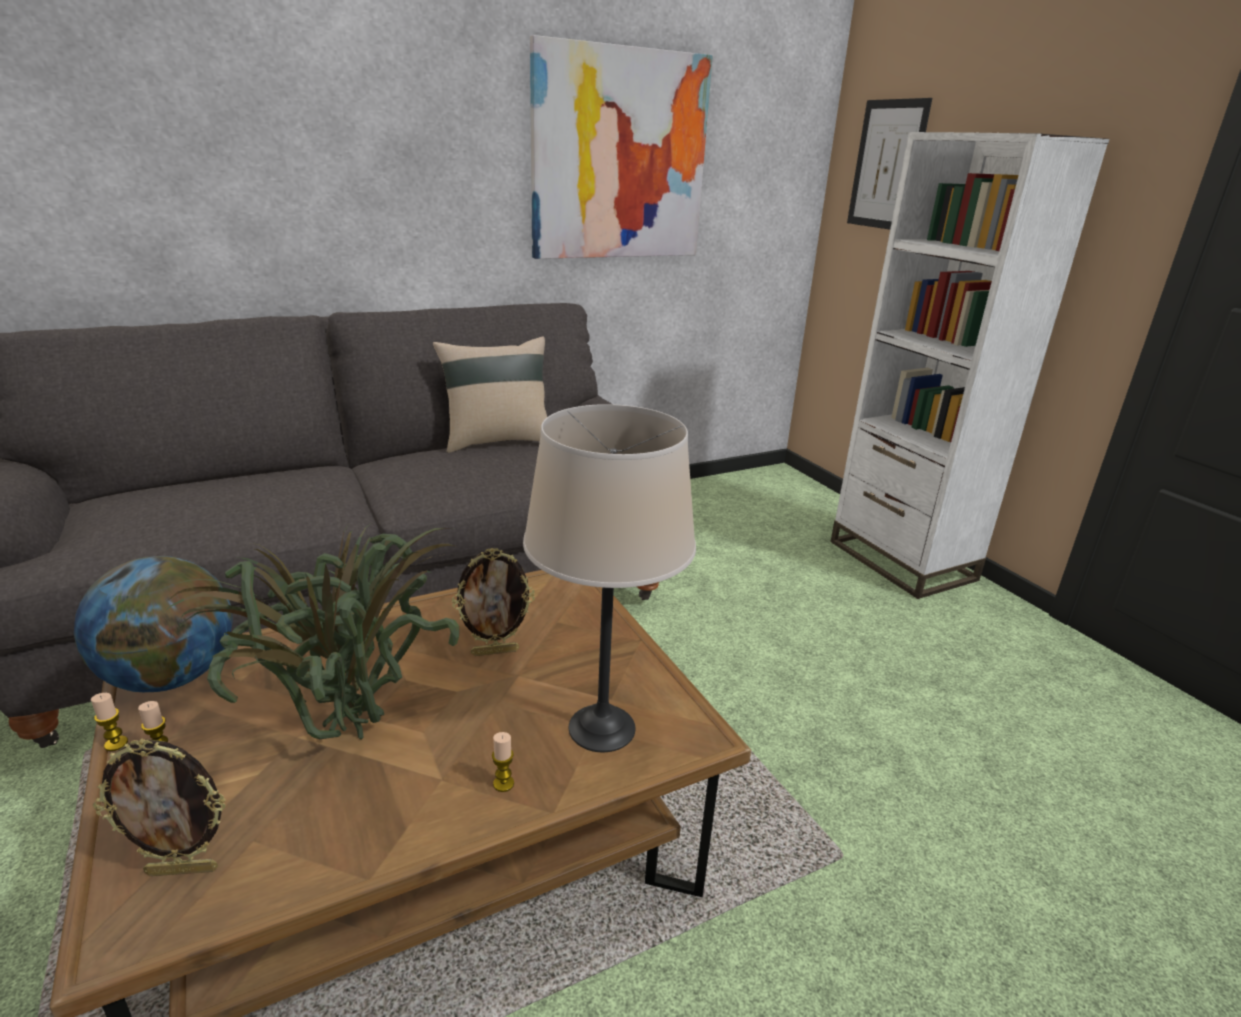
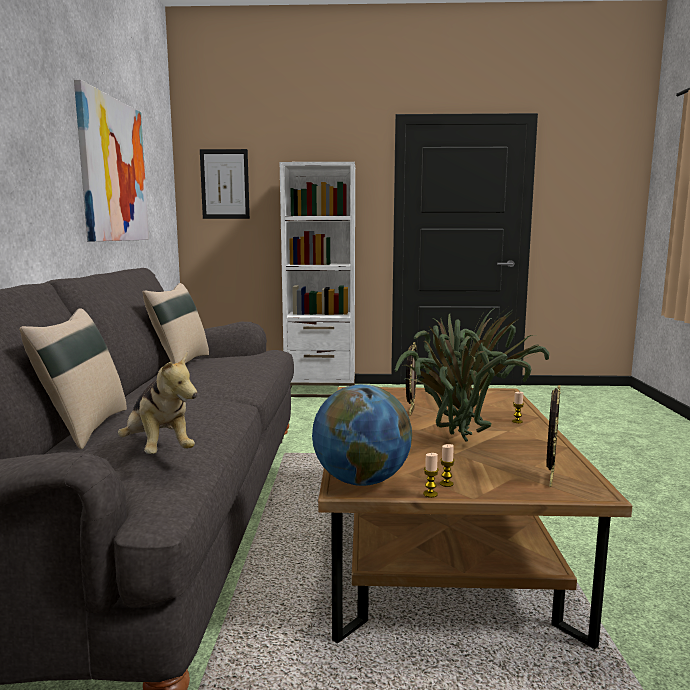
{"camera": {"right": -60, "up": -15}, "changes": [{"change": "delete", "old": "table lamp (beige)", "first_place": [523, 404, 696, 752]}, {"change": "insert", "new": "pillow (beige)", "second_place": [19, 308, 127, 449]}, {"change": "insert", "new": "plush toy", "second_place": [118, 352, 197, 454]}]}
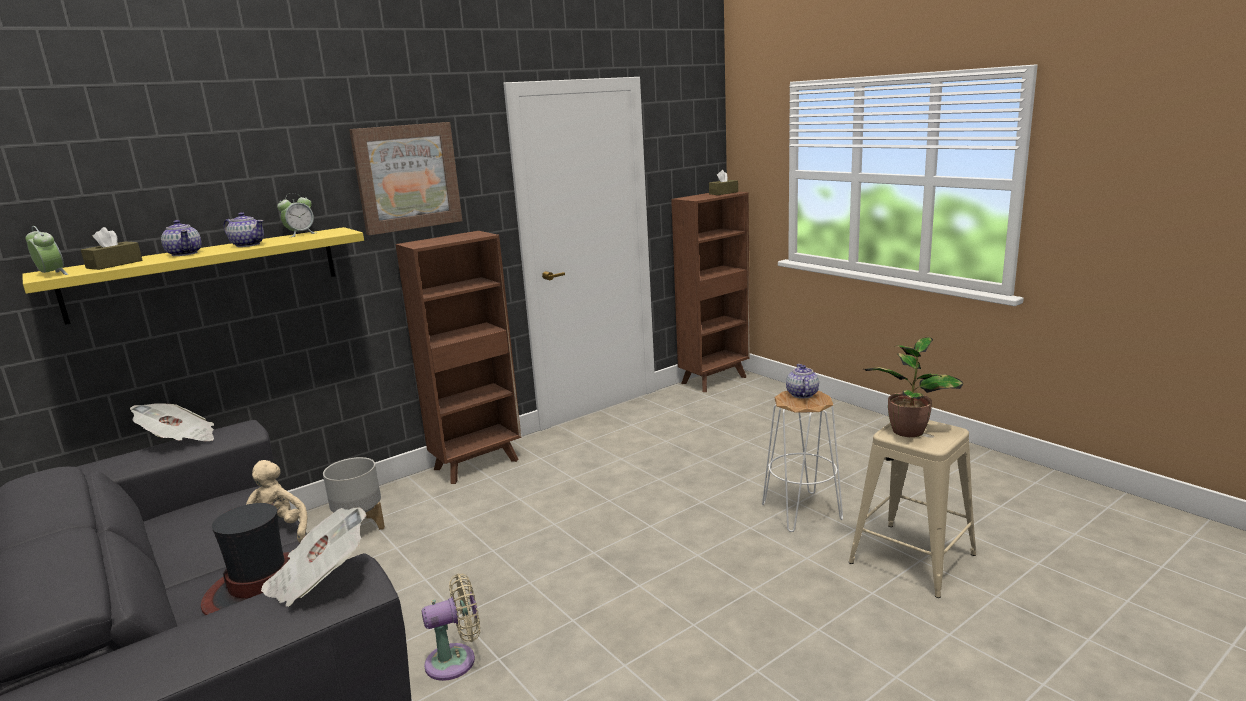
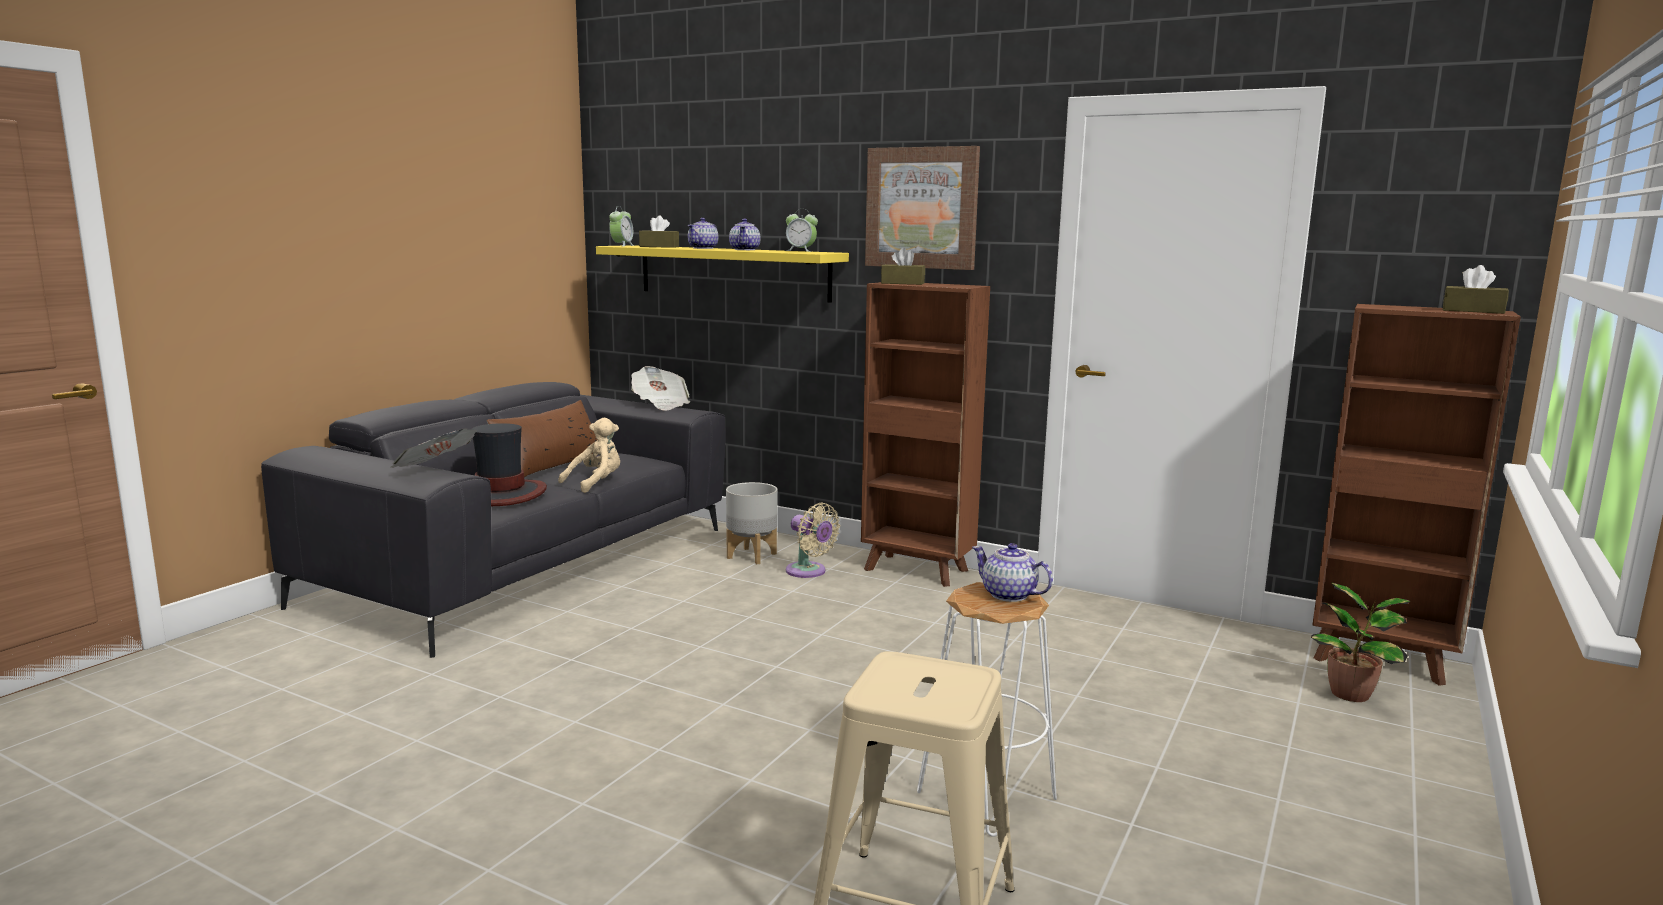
{"camera": {"right": 65, "up": -5}, "changes": [{"change": "insert", "new": "pillow (brown)", "second_place": [487, 400, 597, 477]}, {"change": "insert", "new": "tissue box (brown)", "second_place": [881, 248, 925, 285]}, {"change": "move", "old": "fan (beige)", "first_place": [422, 574, 480, 681], "second_place": [786, 503, 840, 578]}, {"change": "move", "old": "potted plant", "first_place": [864, 337, 963, 437], "second_place": [1311, 583, 1410, 702]}, {"change": "rotate", "old": "teapot", "first_place": [786, 364, 819, 398], "second_place": [972, 543, 1053, 602], "degrees": -120}]}
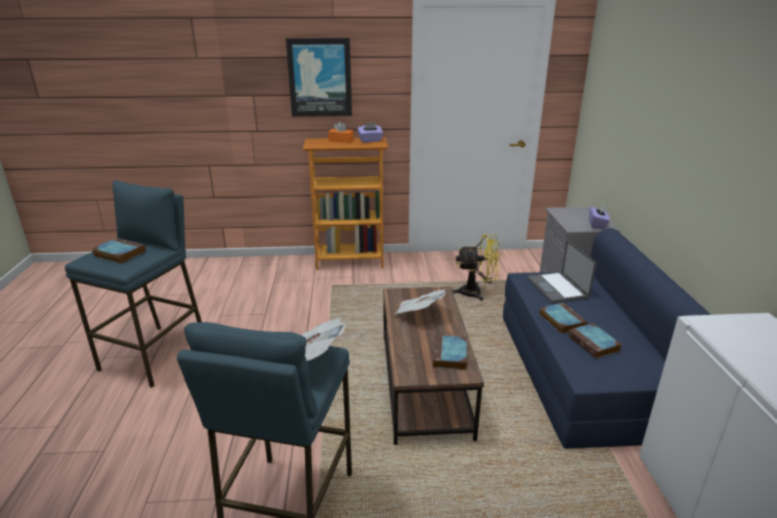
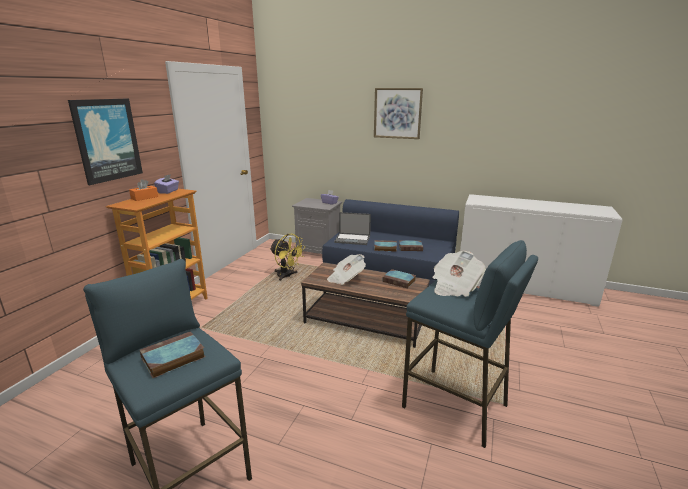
{"camera": {"right": -65, "up": -5}, "changes": [{"change": "insert", "new": "picture", "second_place": [374, 88, 423, 139]}, {"change": "rotate", "old": "fan (yellow)", "first_place": [452, 234, 501, 301], "second_place": [270, 234, 306, 281], "degrees": 105}]}
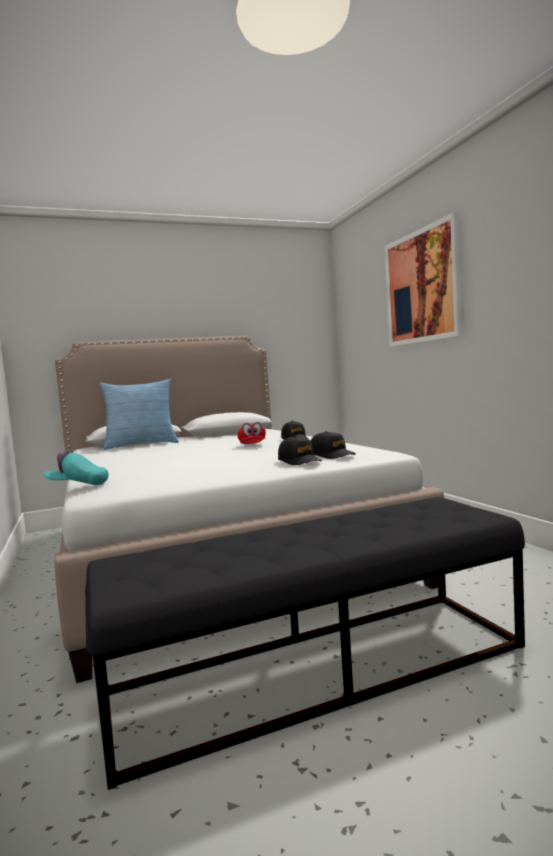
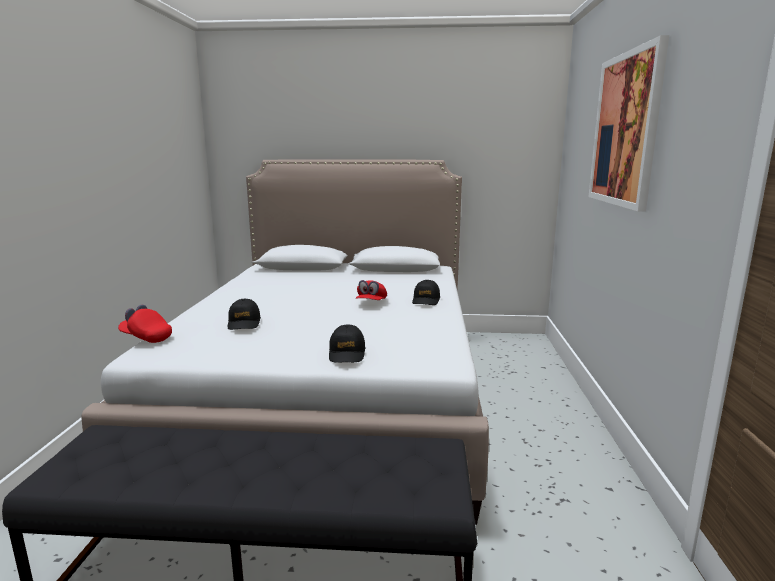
{"camera": {"right": 25, "up": 10}, "changes": [{"change": "delete", "old": "pillow", "first_place": [99, 379, 179, 450]}, {"change": "move", "old": "cap (black)", "first_place": [311, 431, 356, 459], "second_place": [228, 299, 261, 330]}, {"change": "recolor", "old": "cap (turquoise)", "new": "cap (red)", "first_place": [43, 451, 109, 485], "second_place": [118, 305, 172, 343]}]}
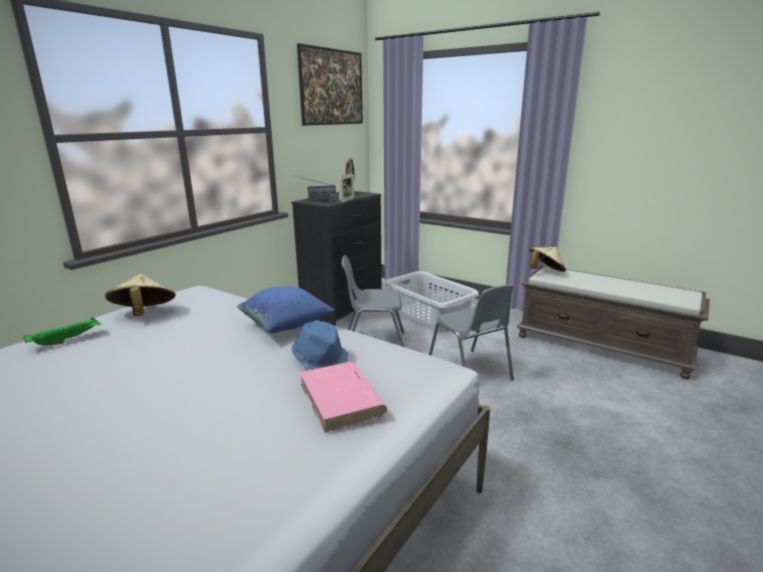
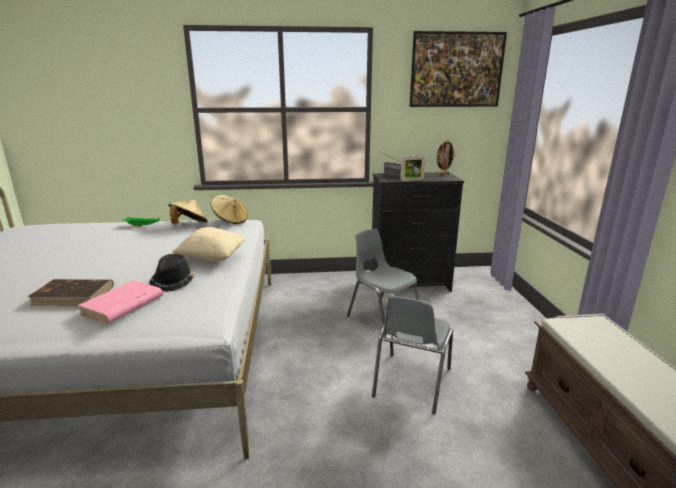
{"camera": {"right": 50, "up": 0}, "changes": [{"change": "delete", "old": "laundry basket (grey)", "first_place": [384, 271, 479, 332]}, {"change": "insert", "new": "book (brown)", "second_place": [28, 279, 114, 305]}, {"change": "move", "old": "hat (beige)", "first_place": [529, 247, 566, 272], "second_place": [211, 195, 248, 224]}, {"change": "recolor", "old": "pillow (blue)", "new": "pillow (beige)", "first_place": [237, 286, 335, 333], "second_place": [172, 227, 245, 261]}, {"change": "recolor", "old": "hat (blue)", "new": "hat (black)", "first_place": [292, 321, 348, 370], "second_place": [149, 254, 195, 292]}]}
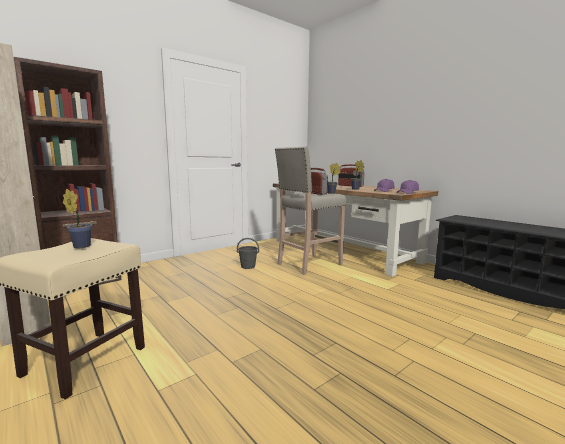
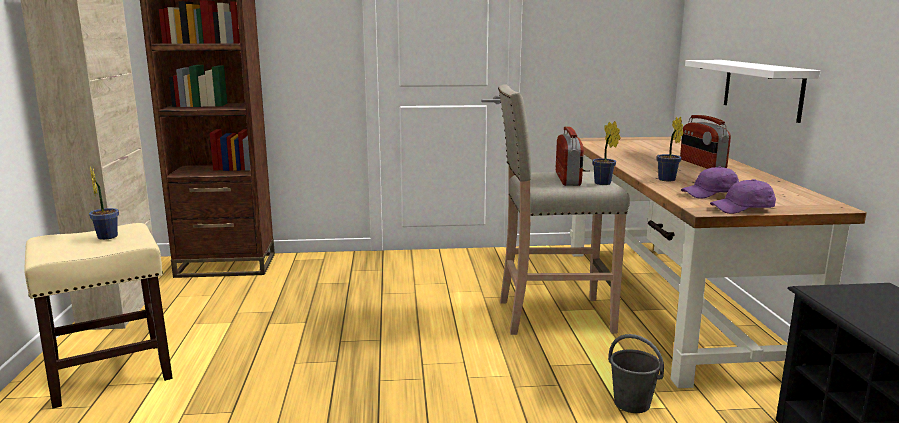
{"camera": {"right": 35, "up": 5}, "changes": [{"change": "insert", "new": "shelf (white)", "second_place": [685, 60, 821, 123]}, {"change": "move", "old": "bucket (grey)", "first_place": [237, 238, 259, 269], "second_place": [608, 334, 664, 413]}]}
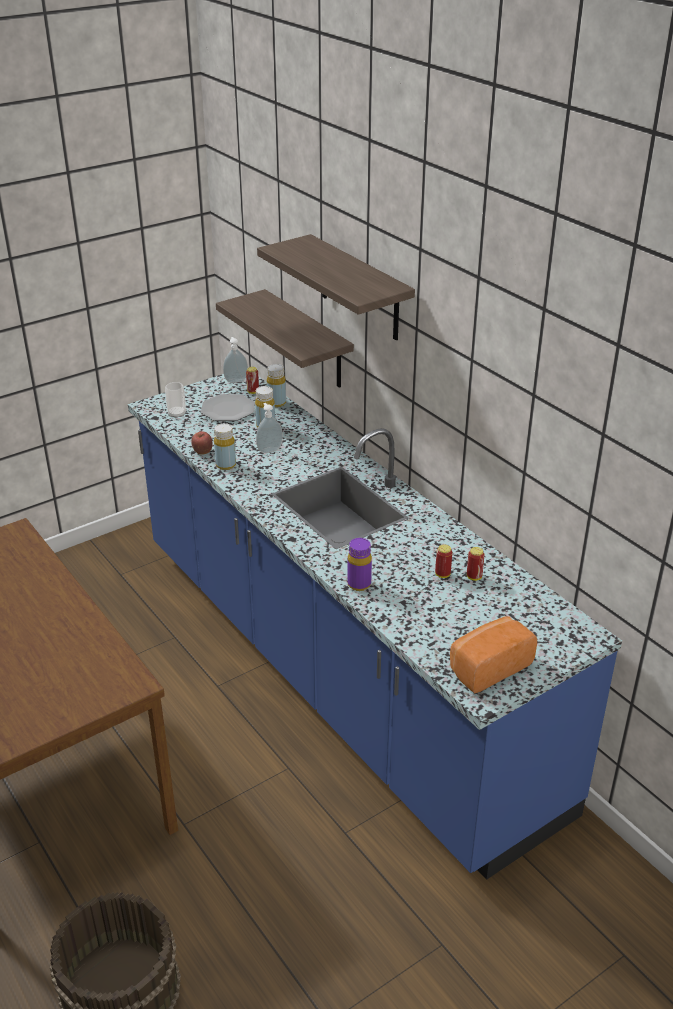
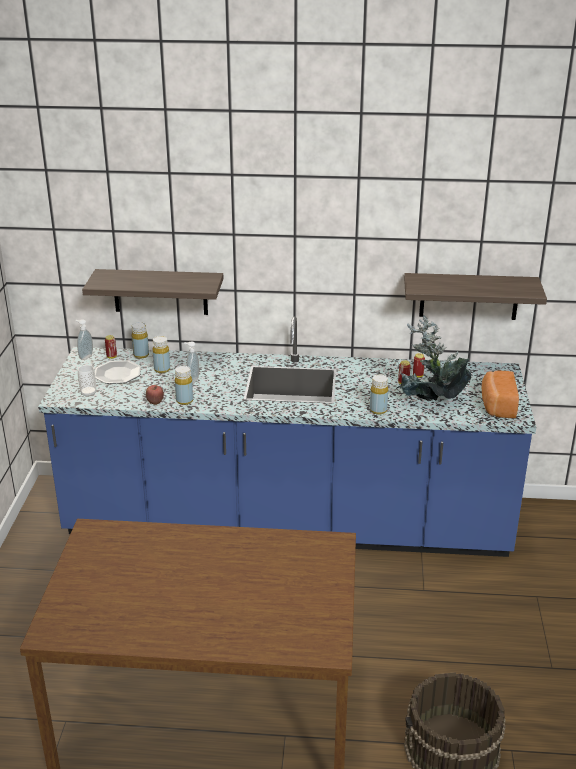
{"camera": {"right": -50, "up": -5}, "changes": [{"change": "insert", "new": "potted plant", "second_place": [396, 315, 472, 401]}, {"change": "move", "old": "shelf", "first_place": [257, 234, 415, 340], "second_place": [404, 273, 547, 320]}, {"change": "recolor", "old": "bottle (purple)", "new": "bottle (yellow)", "first_place": [347, 538, 372, 591], "second_place": [370, 374, 388, 415]}]}
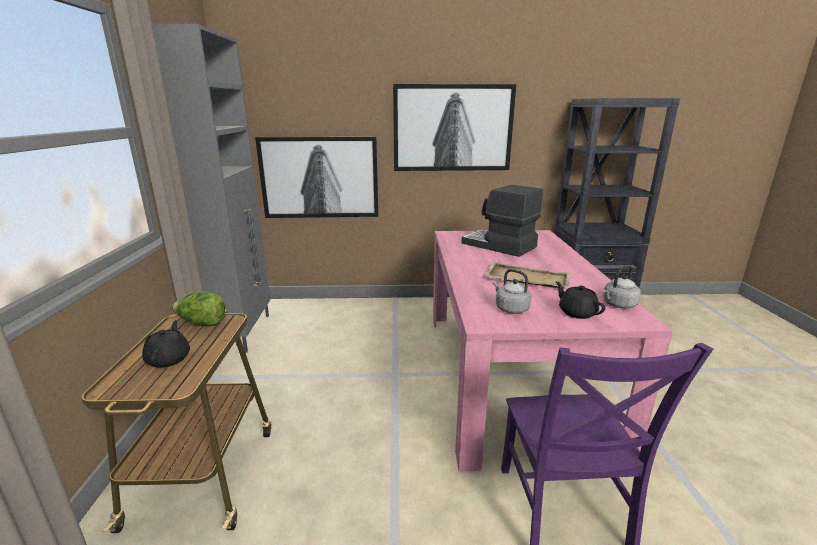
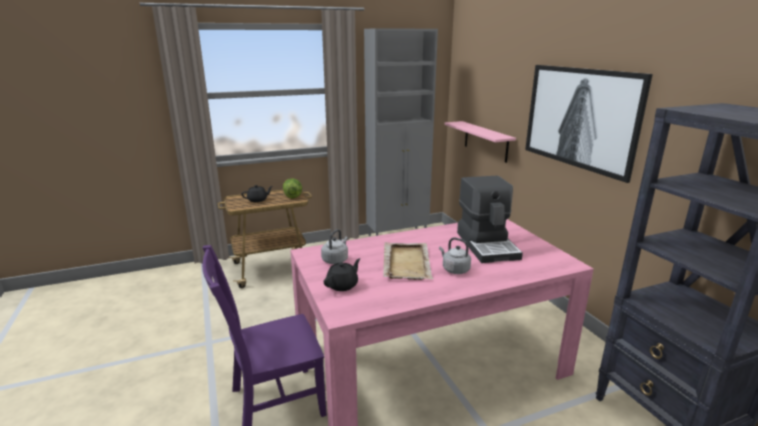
{"camera": {"right": 70, "up": 0}, "changes": [{"change": "move", "old": "kettle (grey)", "first_place": [603, 265, 641, 309], "second_place": [439, 237, 471, 274]}, {"change": "replace", "old": "picture", "new": "shelf (pink)", "first_place": [255, 137, 378, 218], "second_place": [444, 121, 516, 163]}, {"change": "rotate", "old": "coffee machine", "first_place": [461, 185, 543, 257], "second_place": [457, 176, 523, 263], "degrees": 150}]}
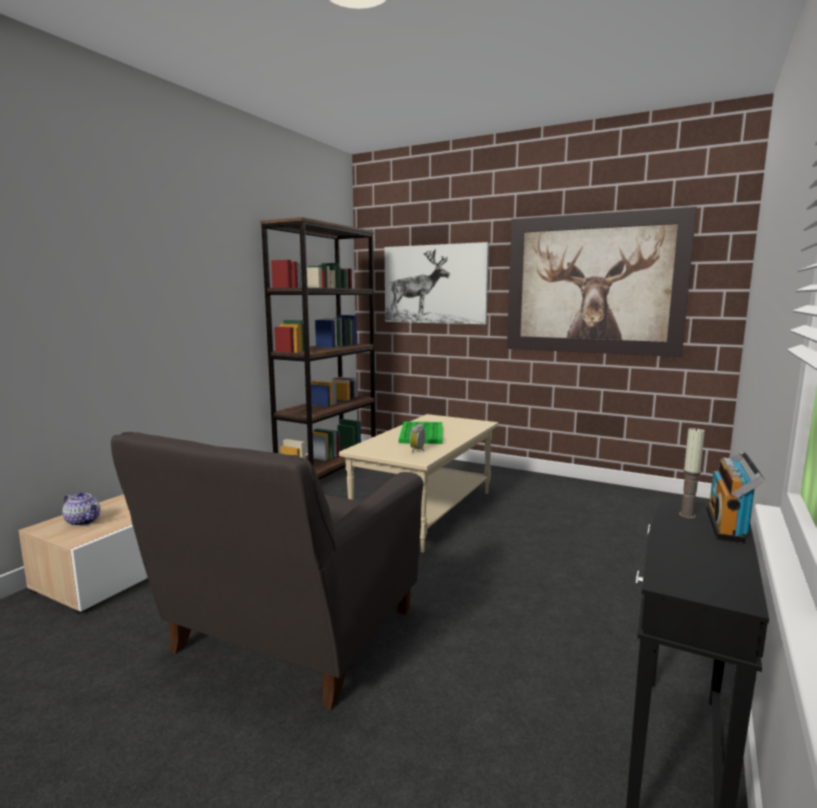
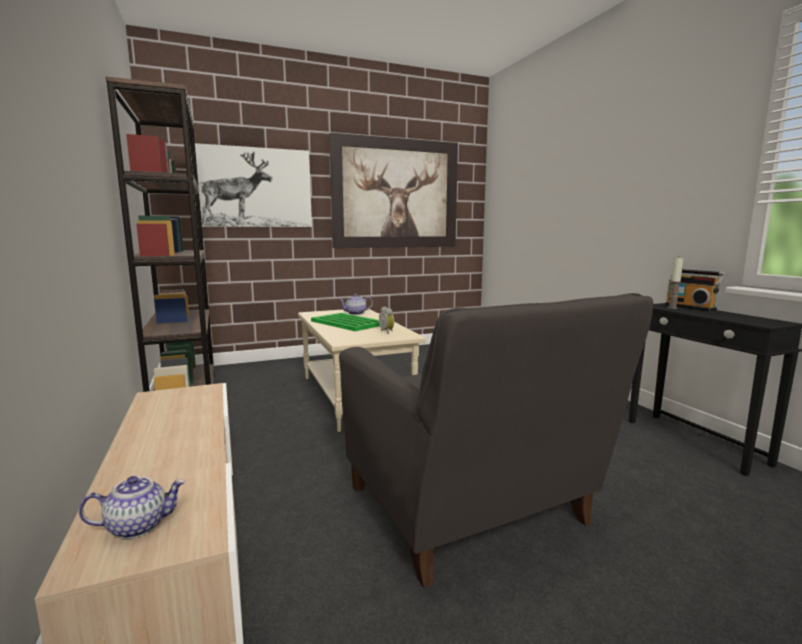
{"camera": {"right": -50, "up": 0}, "changes": [{"change": "insert", "new": "teapot", "second_place": [338, 293, 373, 315]}]}
